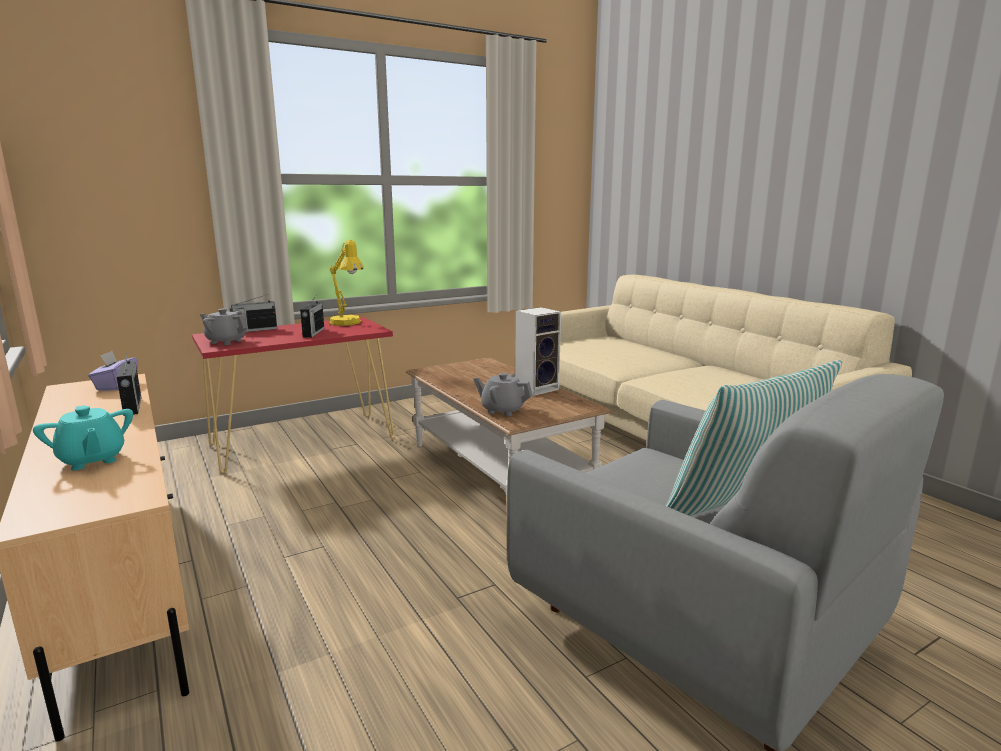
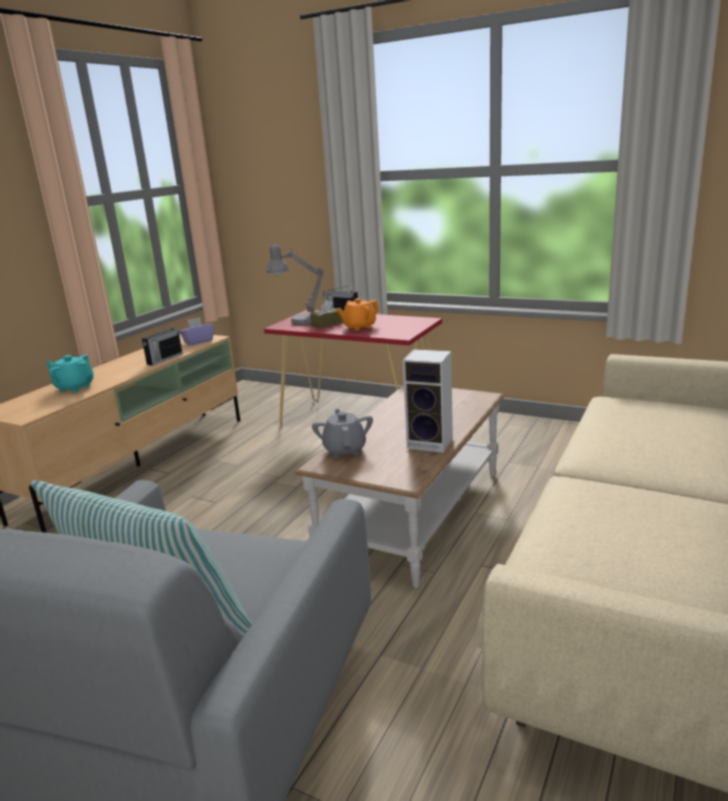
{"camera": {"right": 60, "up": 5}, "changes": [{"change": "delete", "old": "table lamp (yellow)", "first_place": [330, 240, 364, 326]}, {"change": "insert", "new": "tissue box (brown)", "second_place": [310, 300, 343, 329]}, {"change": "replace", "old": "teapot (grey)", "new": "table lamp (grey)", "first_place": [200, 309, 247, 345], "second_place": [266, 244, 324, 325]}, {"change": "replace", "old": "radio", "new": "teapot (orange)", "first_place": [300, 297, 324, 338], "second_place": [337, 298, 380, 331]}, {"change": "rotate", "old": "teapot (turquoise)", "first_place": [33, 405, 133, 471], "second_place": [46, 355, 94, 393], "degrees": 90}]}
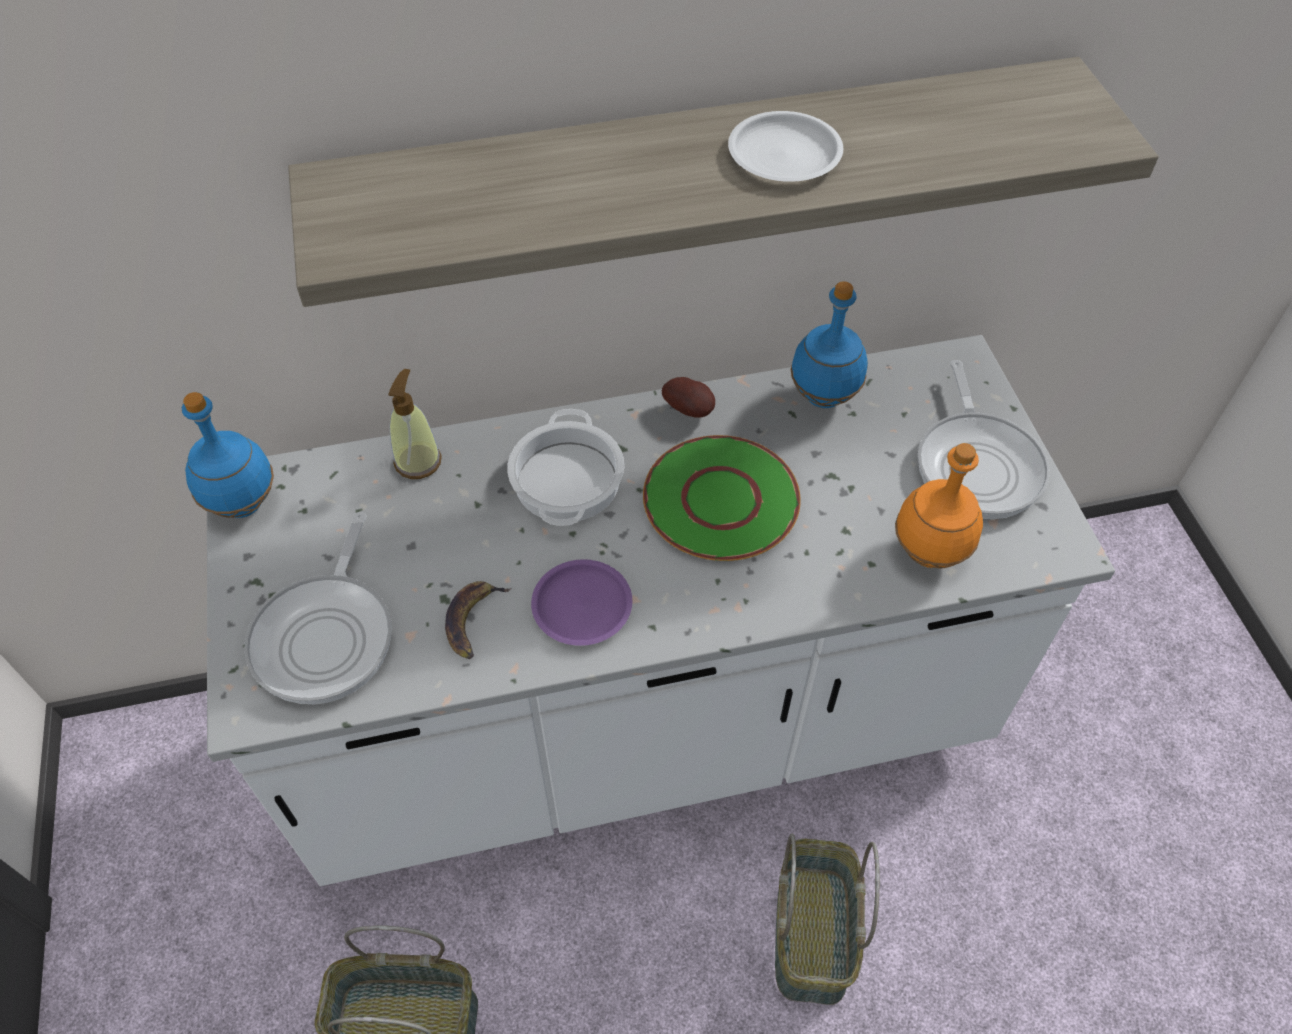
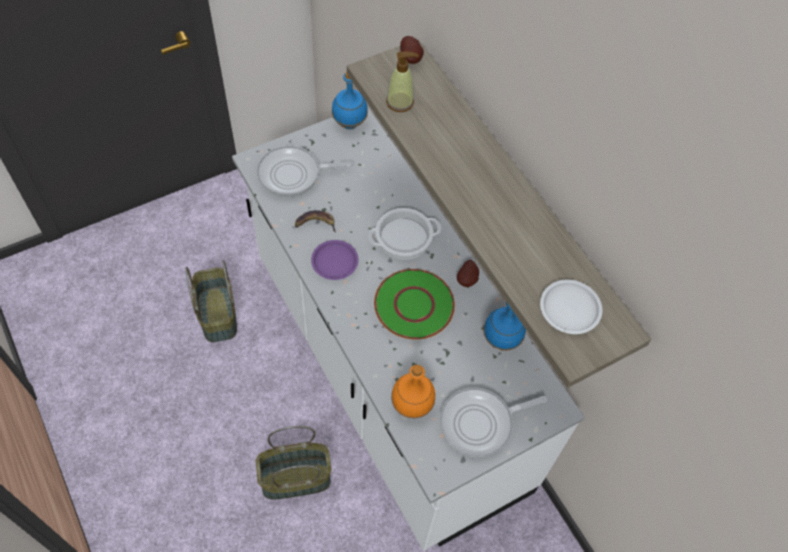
{"camera": {"right": 70, "up": 5}, "changes": [{"change": "insert", "new": "potato", "second_place": [400, 36, 424, 64]}, {"change": "move", "old": "soap dispenser", "first_place": [388, 369, 442, 479], "second_place": [386, 51, 419, 112]}, {"change": "move", "old": "plate (white)", "first_place": [728, 111, 843, 182], "second_place": [540, 280, 602, 334]}]}
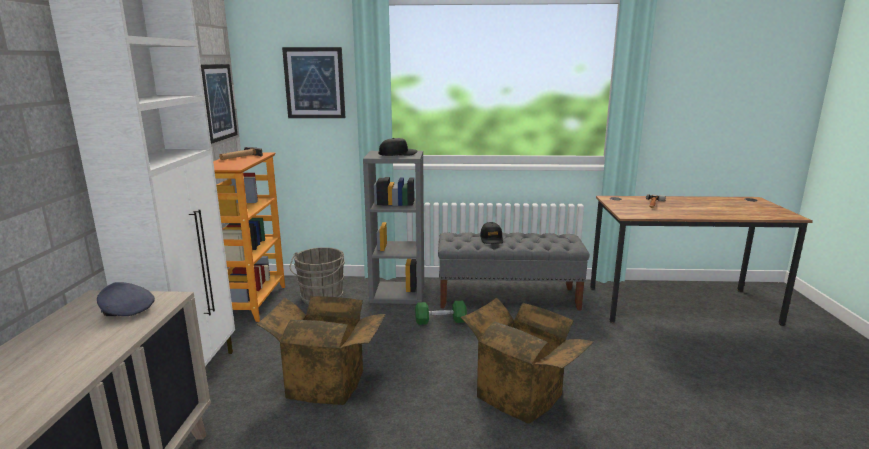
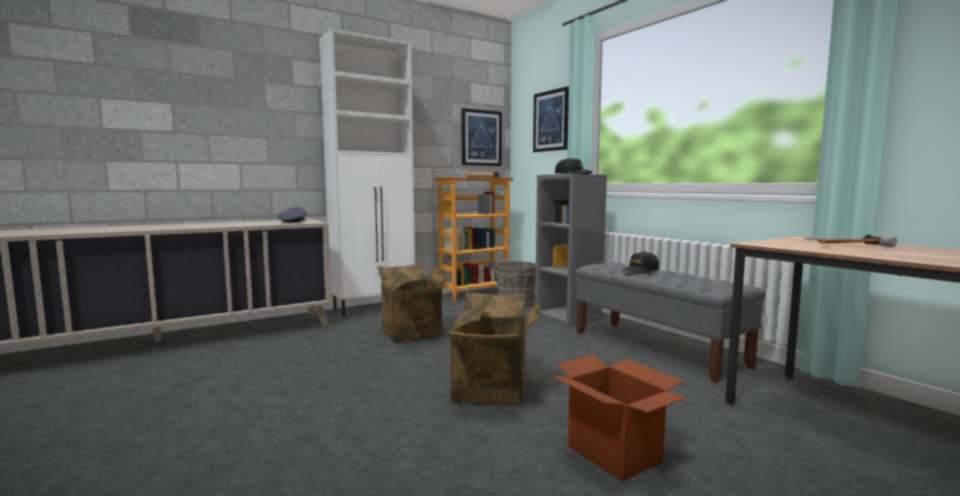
{"camera": {"right": 55, "up": -10}, "changes": [{"change": "delete", "old": "dumbbell (green)", "first_place": [415, 301, 467, 325]}, {"change": "insert", "new": "cardboard box", "second_place": [550, 354, 687, 482]}]}
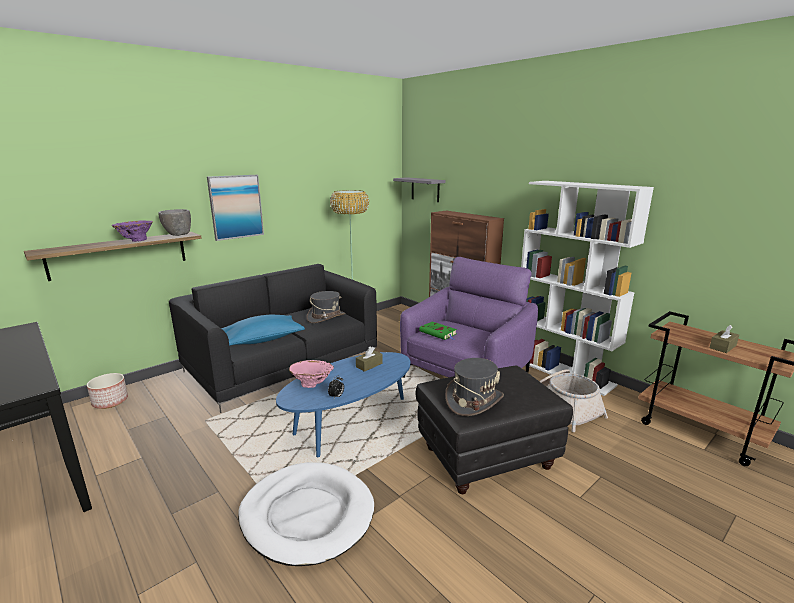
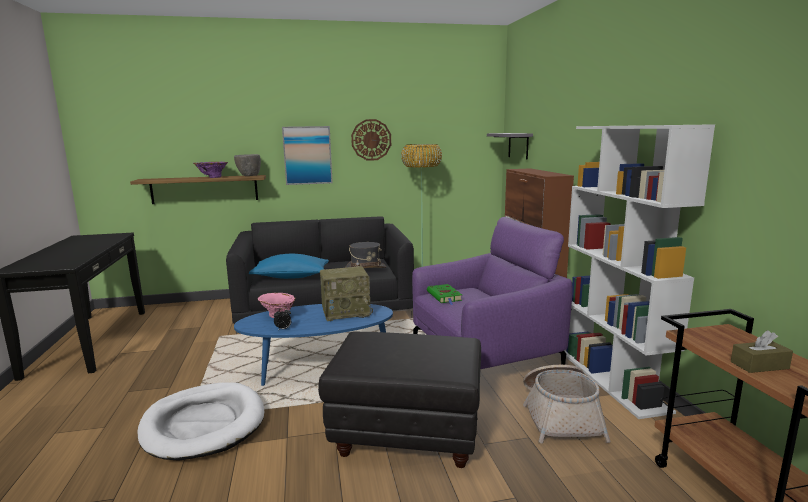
{"camera": {"right": 30, "up": -5}, "changes": [{"change": "delete", "old": "planter", "first_place": [87, 373, 128, 409]}, {"change": "delete", "old": "hat (grey)", "first_place": [445, 358, 504, 416]}, {"change": "insert", "new": "wall clock", "second_place": [351, 119, 391, 161]}, {"change": "replace", "old": "tissue box (brown)", "new": "radio", "first_place": [356, 347, 383, 372], "second_place": [320, 266, 373, 321]}]}
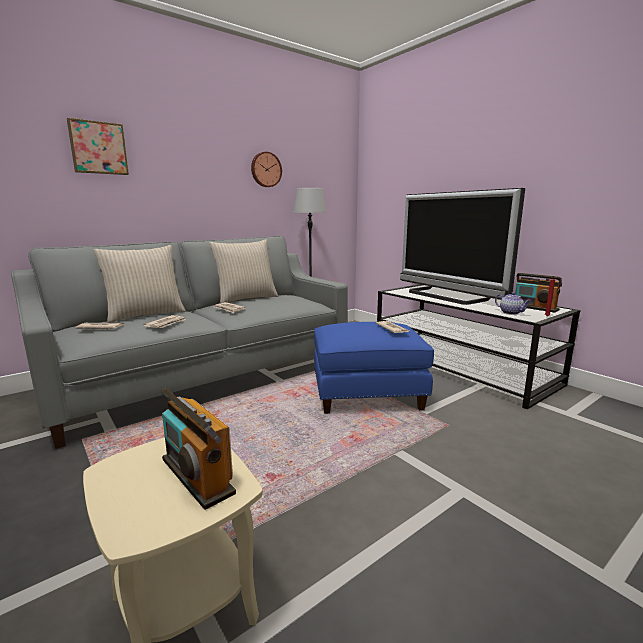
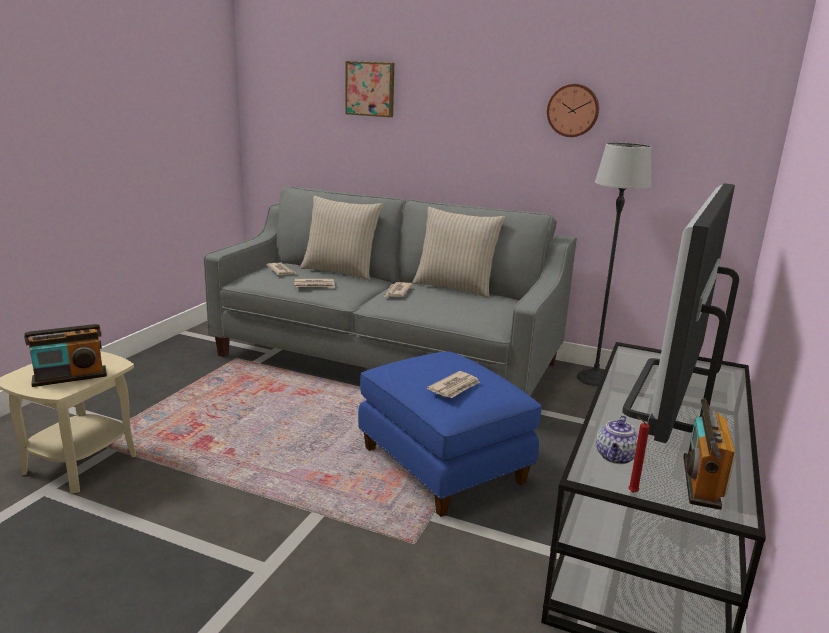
{"camera": {"right": 60, "up": 5}, "changes": [{"change": "rotate", "old": "radio", "first_place": [161, 388, 236, 510], "second_place": [24, 324, 107, 387], "degrees": -135}]}
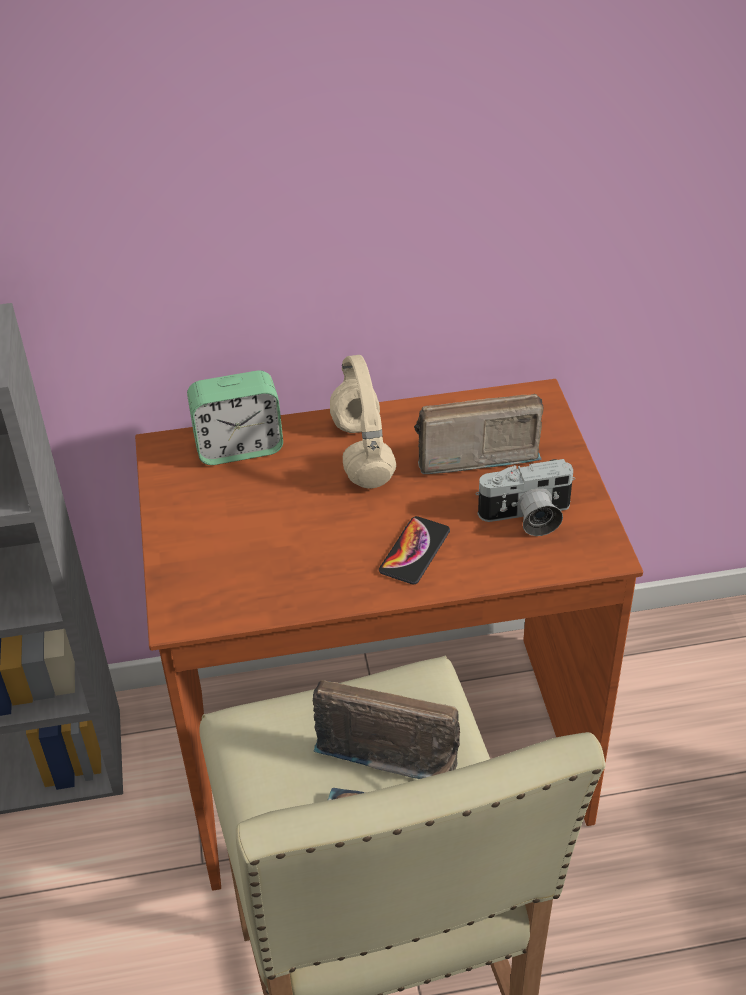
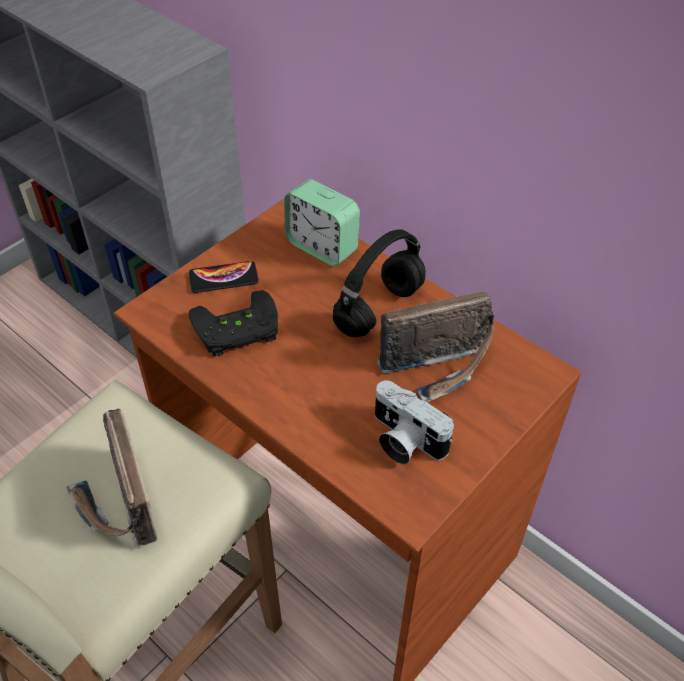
{"camera": {"right": 50, "up": 5}, "changes": [{"change": "insert", "new": "game controller (black)", "second_place": [189, 290, 278, 357]}, {"change": "move", "old": "phone", "first_place": [379, 516, 450, 584], "second_place": [189, 261, 259, 293]}, {"change": "recolor", "old": "headphones (beige)", "new": "headphones (black)", "first_place": [330, 355, 396, 489], "second_place": [333, 229, 426, 337]}, {"change": "rotate", "old": "radio", "first_place": [414, 394, 543, 474], "second_place": [376, 291, 494, 402], "degrees": 120}]}
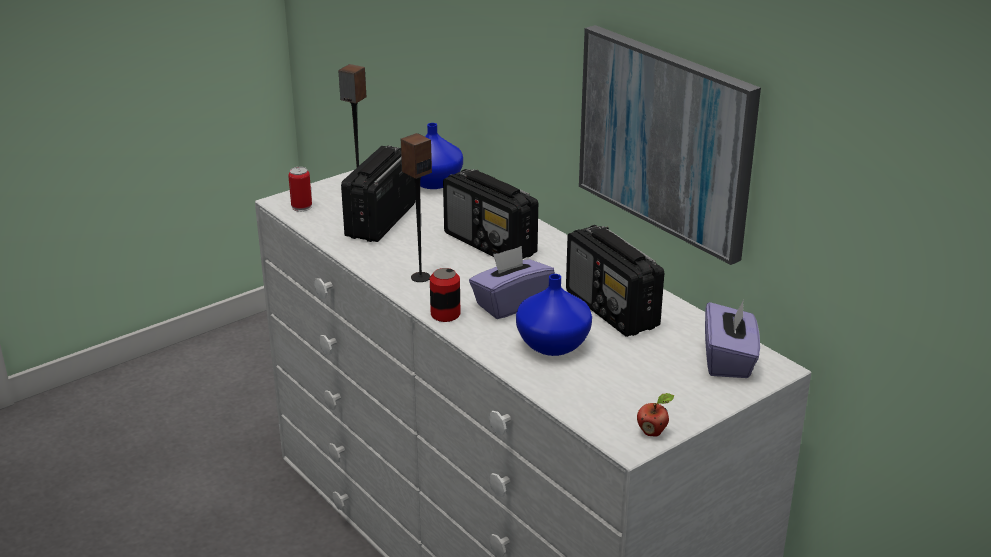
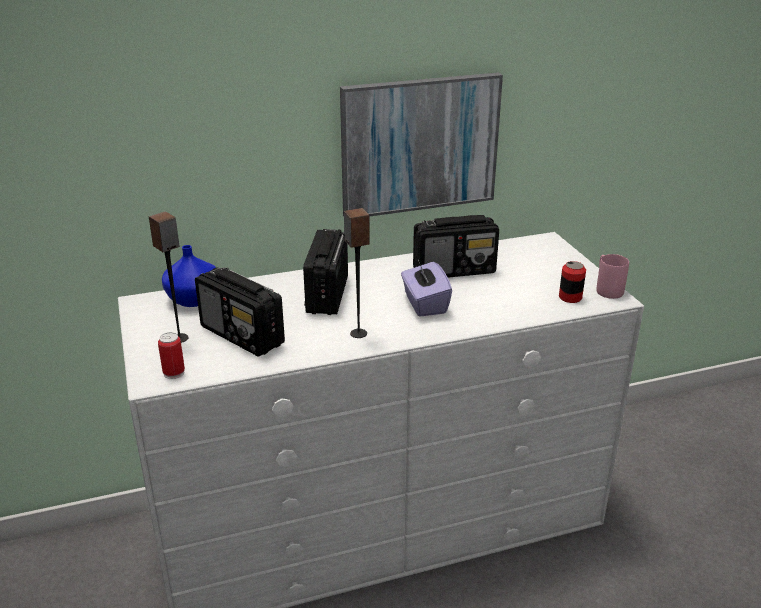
{"camera": {"right": -70, "up": 0}, "changes": [{"change": "delete", "old": "vase (blue)", "first_place": [516, 274, 592, 356]}, {"change": "delete", "old": "tissue box (purple)", "first_place": [705, 300, 760, 378]}, {"change": "move", "old": "can", "first_place": [430, 268, 461, 322], "second_place": [559, 261, 586, 303]}, {"change": "replace", "old": "apple", "new": "mug (pink)", "first_place": [637, 393, 674, 437], "second_place": [596, 254, 629, 299]}, {"change": "rotate", "old": "radio", "first_place": [443, 169, 538, 259], "second_place": [303, 229, 348, 315], "degrees": 120}]}
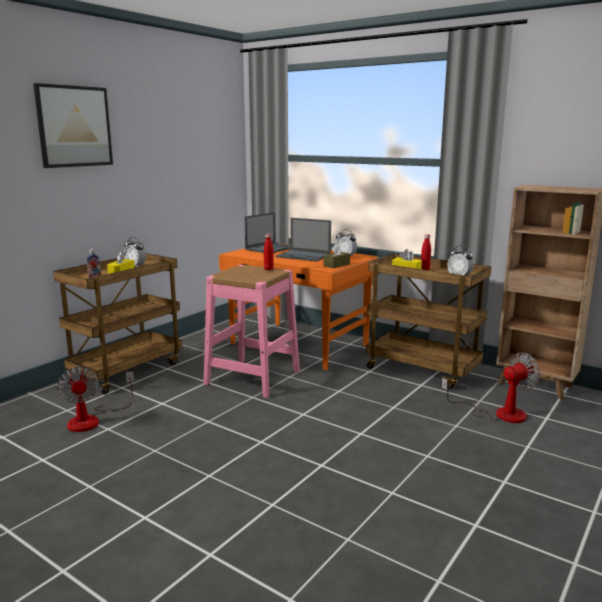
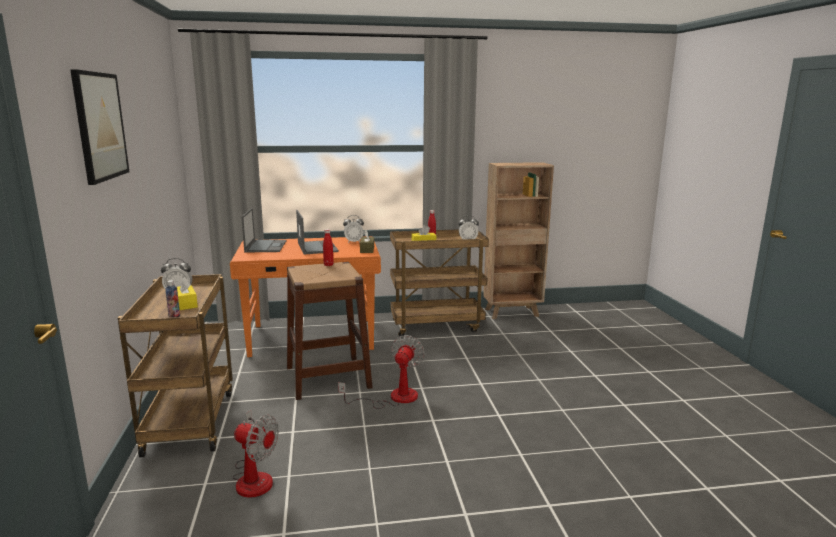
{"camera": {"right": -45, "up": 0}, "changes": [{"change": "move", "old": "fan", "first_place": [442, 353, 541, 423], "second_place": [338, 335, 424, 409]}, {"change": "recolor", "old": "stool (pink)", "new": "stool (brown)", "first_place": [203, 265, 300, 398], "second_place": [287, 262, 373, 400]}, {"change": "rotate", "old": "laptop", "first_place": [276, 218, 331, 262], "second_place": [296, 210, 339, 254], "degrees": -90}]}
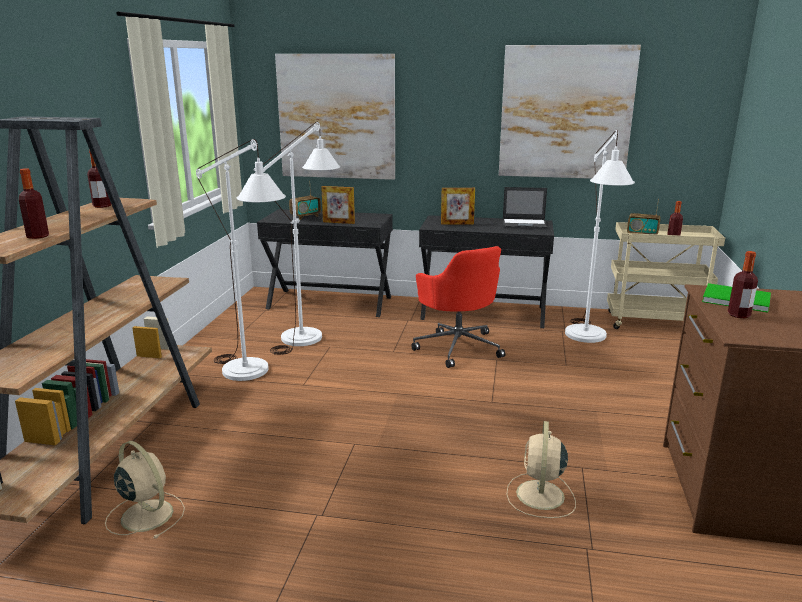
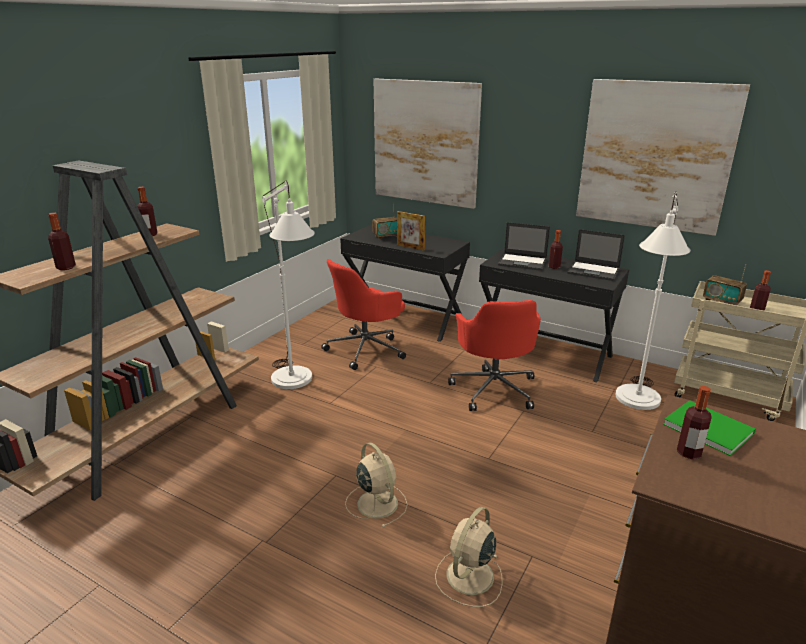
{"camera": {"right": 20, "up": 5}, "changes": [{"change": "insert", "new": "bottle", "second_place": [549, 230, 563, 269]}, {"change": "move", "old": "fan (beige)", "first_place": [105, 441, 185, 539], "second_place": [345, 443, 408, 528]}, {"change": "replace", "old": "floor lamp (white)", "new": "office chair (red)", "first_place": [255, 122, 340, 355], "second_place": [321, 259, 406, 370]}, {"change": "replace", "old": "picture frame", "new": "laptop", "first_place": [441, 188, 475, 224], "second_place": [498, 222, 550, 271]}]}
